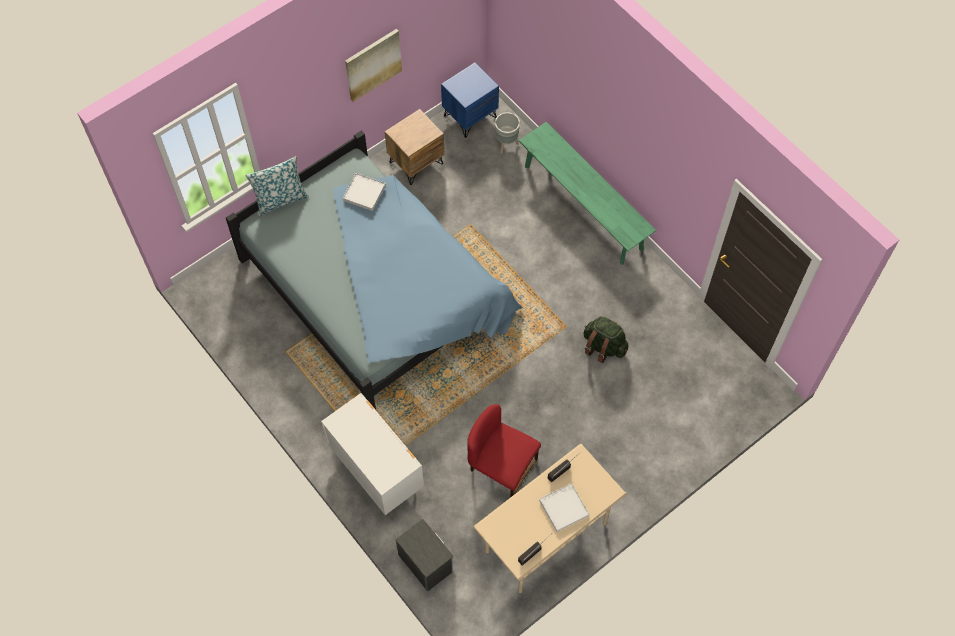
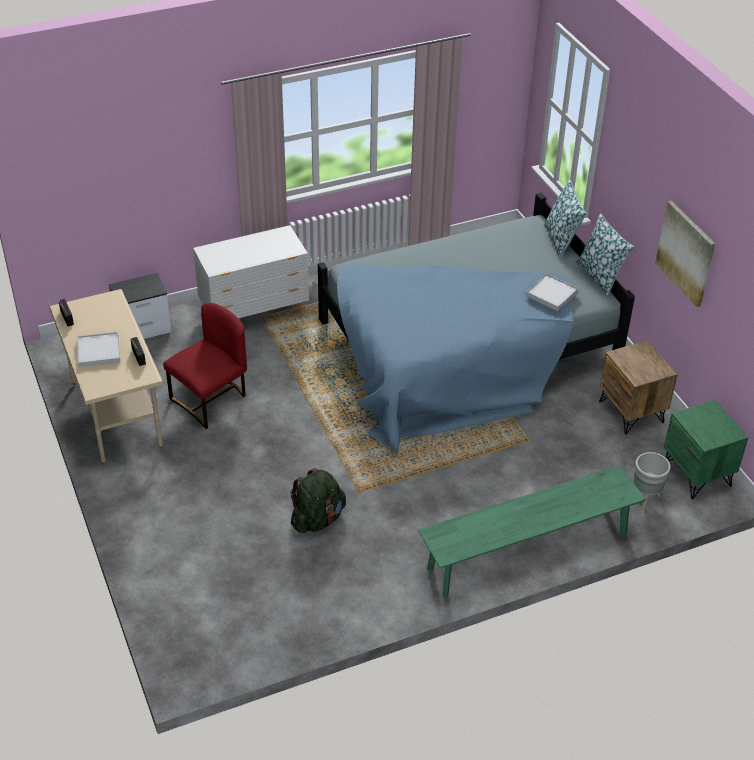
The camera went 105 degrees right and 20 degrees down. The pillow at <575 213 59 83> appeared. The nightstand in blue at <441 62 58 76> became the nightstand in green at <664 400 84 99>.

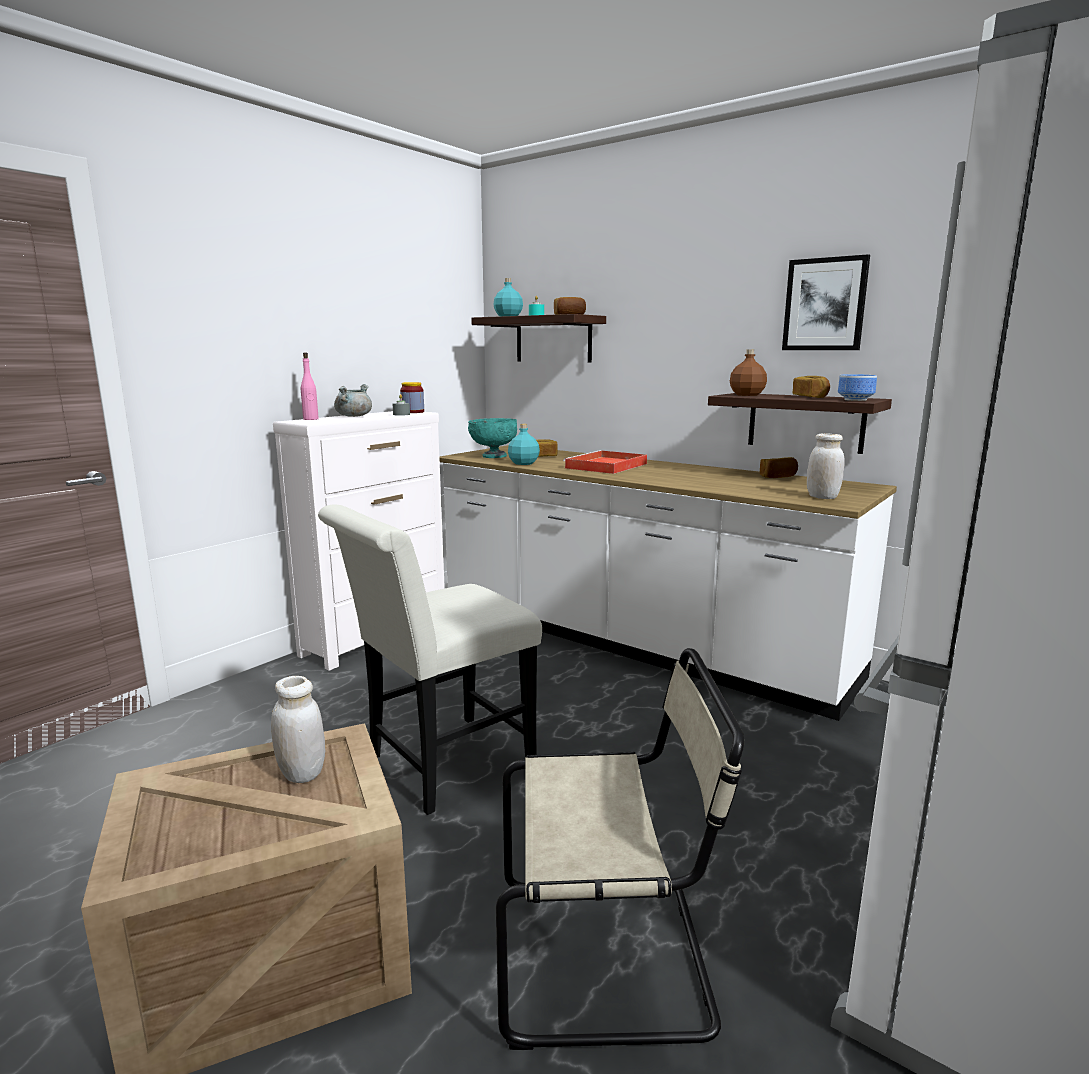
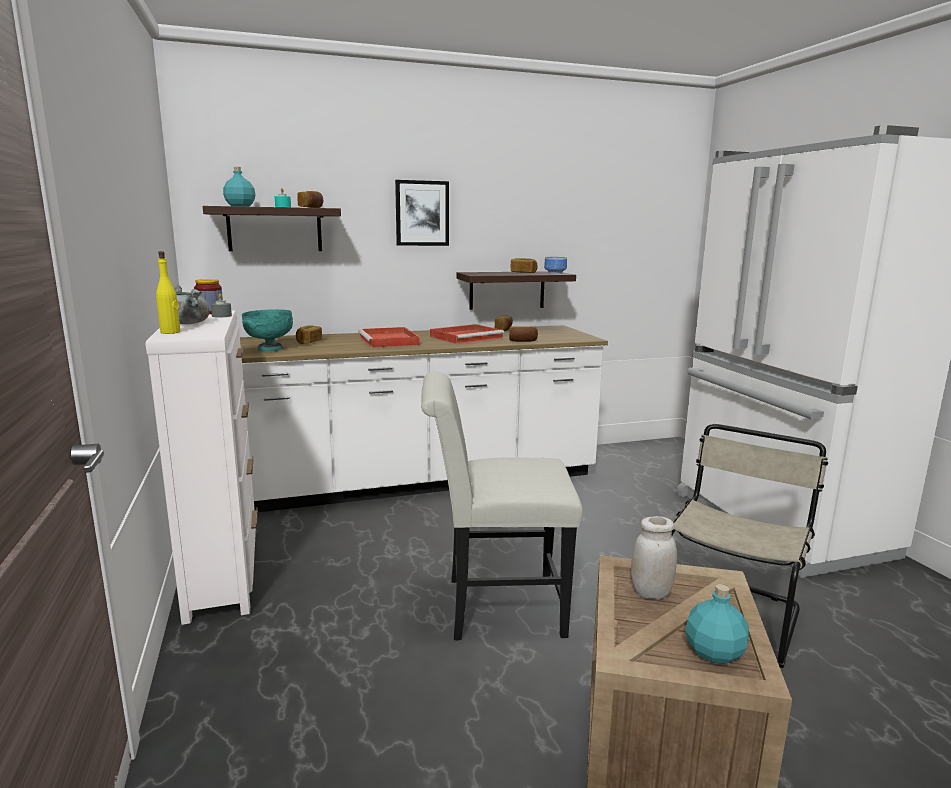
The camera went 55 degrees left and 0 degrees up. The bottle in pink at <301 353 18 67> became the bottle in yellow at <156 251 25 83>. The picture moved from <782 254 88 96> to <395 180 54 66>. The chair in white at <318 505 224 310> turned 90 degrees clockwise. The tray in red at <430 324 74 20> appeared. The bread at <509 326 29 16> appeared. The bottle in turquoise moved from <508 424 32 41> to <685 584 64 80>. The bottle in brown at <730 349 37 47> disappeared. The jar in white at <807 433 38 66> disappeared.

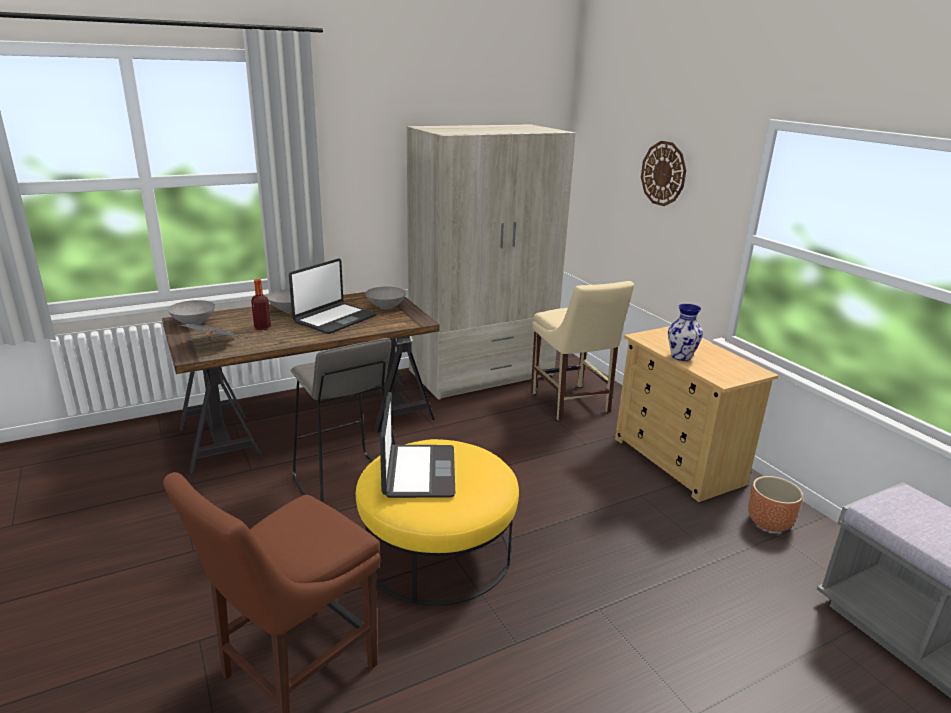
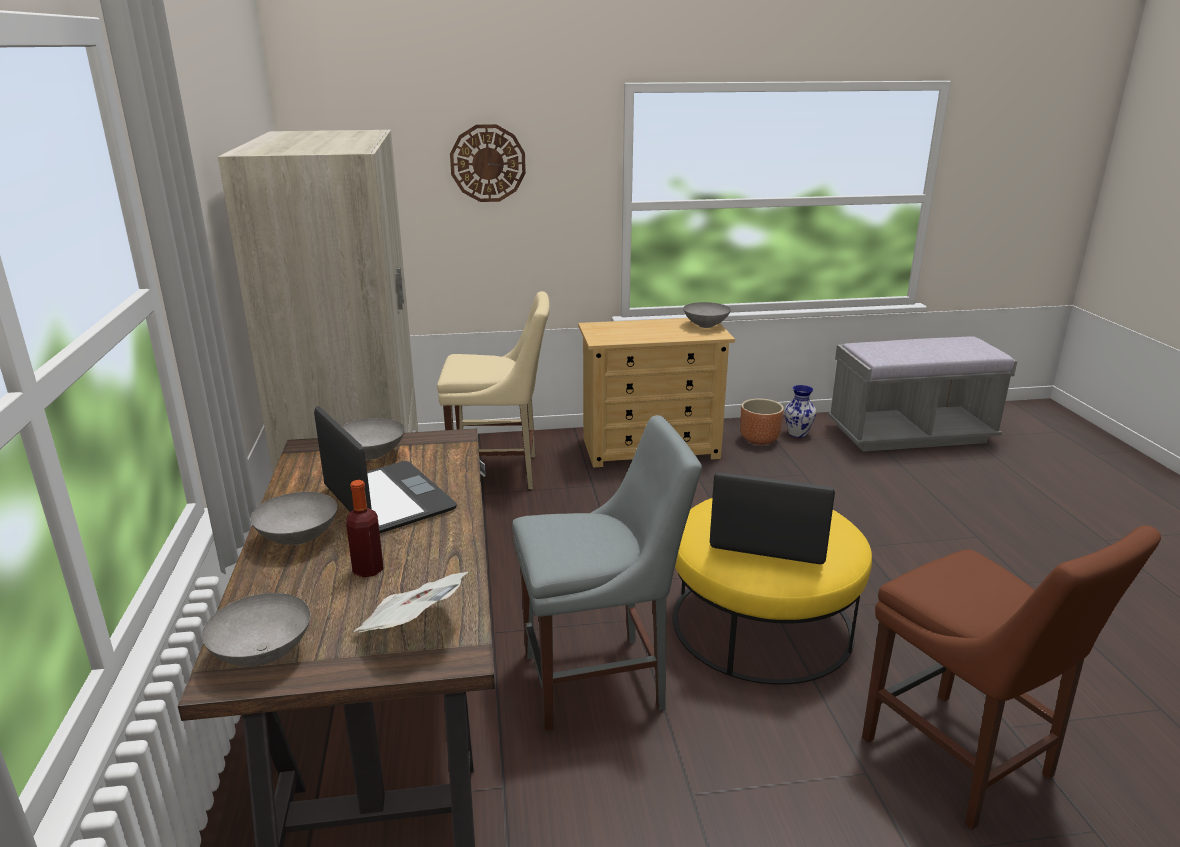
The camera went 70 degrees left and 0 degrees up. The stool in grey at <291 338 104 165> was replaced by the chair in grey at <512 415 190 316>. The bowl in grey at <683 302 48 26> appeared. The vase moved from <668 304 35 57> to <784 385 33 53>.

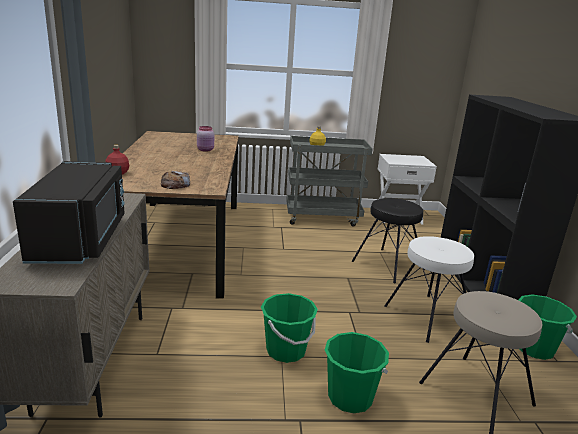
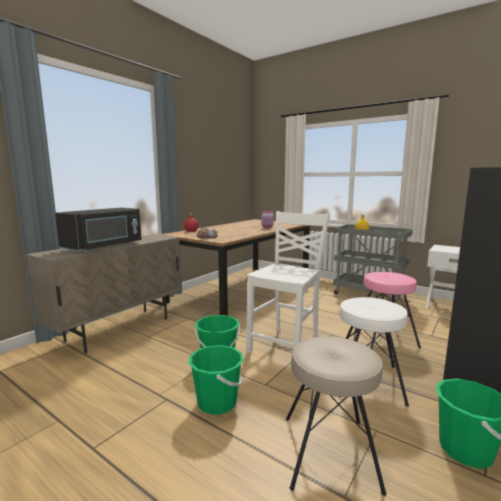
The camera went 40 degrees right and 10 degrees down. The chair in white at <246 211 84 143> appeared. The stool in black at <352 198 73 85> became the stool in pink at <363 272 58 77>.

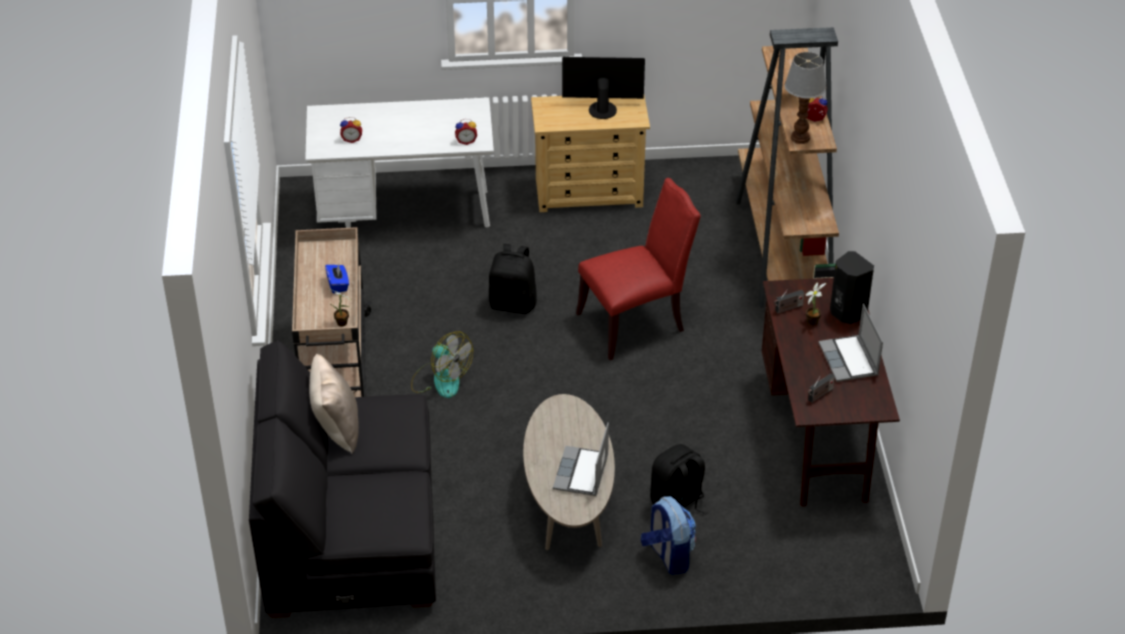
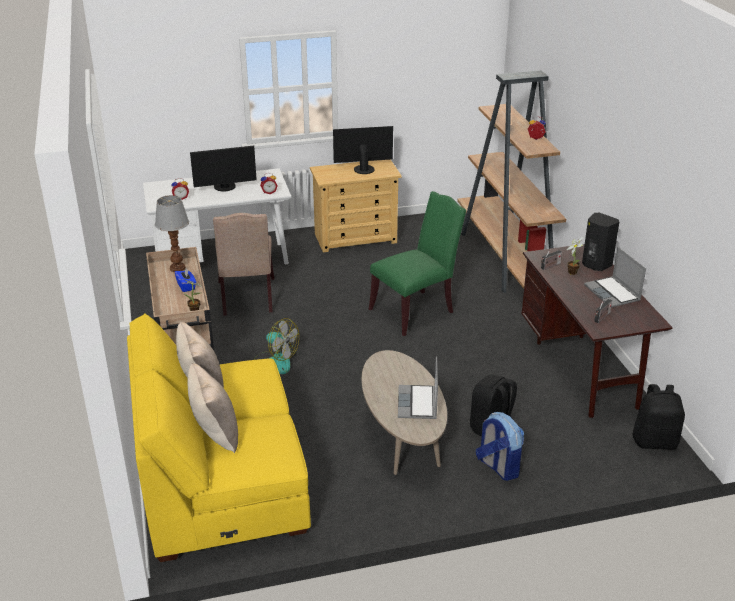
The camera went 10 degrees left and 10 degrees down. The sofa in black at <249 340 187 278> became the sofa in yellow at <127 313 184 249>. The table lamp moved from <785 52 42 92> to <155 195 34 78>. The pillow in beige at <188 363 50 90> appeared. The monitor at <190 146 67 45> appeared. The chair in beige at <213 213 62 103> appeared. The chair in red at <576 178 125 182> became the chair in green at <369 191 97 145>. The backpack in black moved from <489 244 48 70> to <633 384 52 65>.

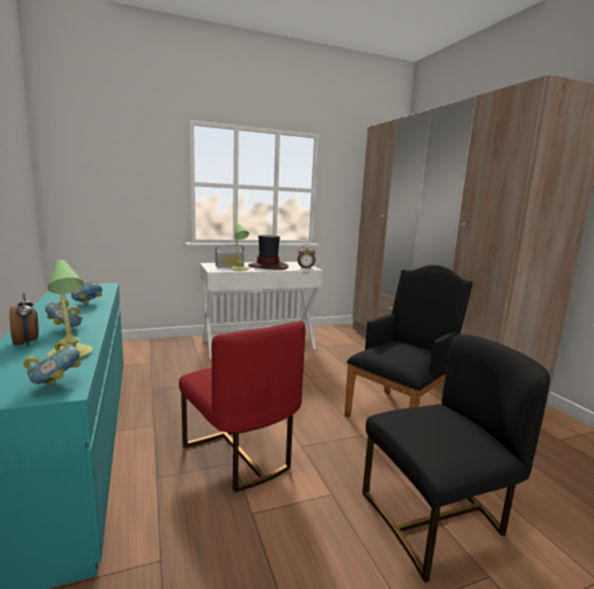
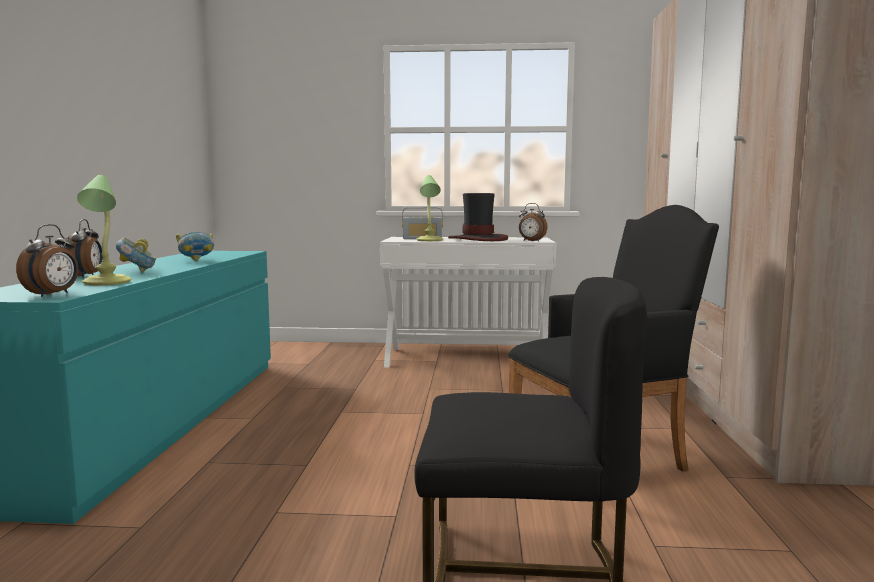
The camera went 25 degrees right and 5 degrees down. The bowl at <23 341 58 45> was replaced by the alarm clock at <16 224 62 73>. The chair in red at <179 321 126 171> disappeared.

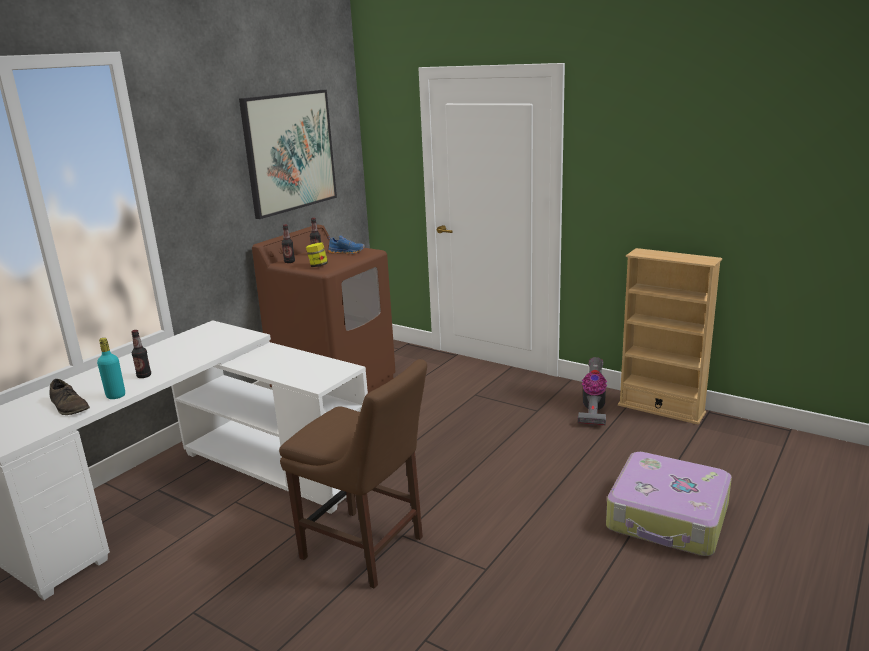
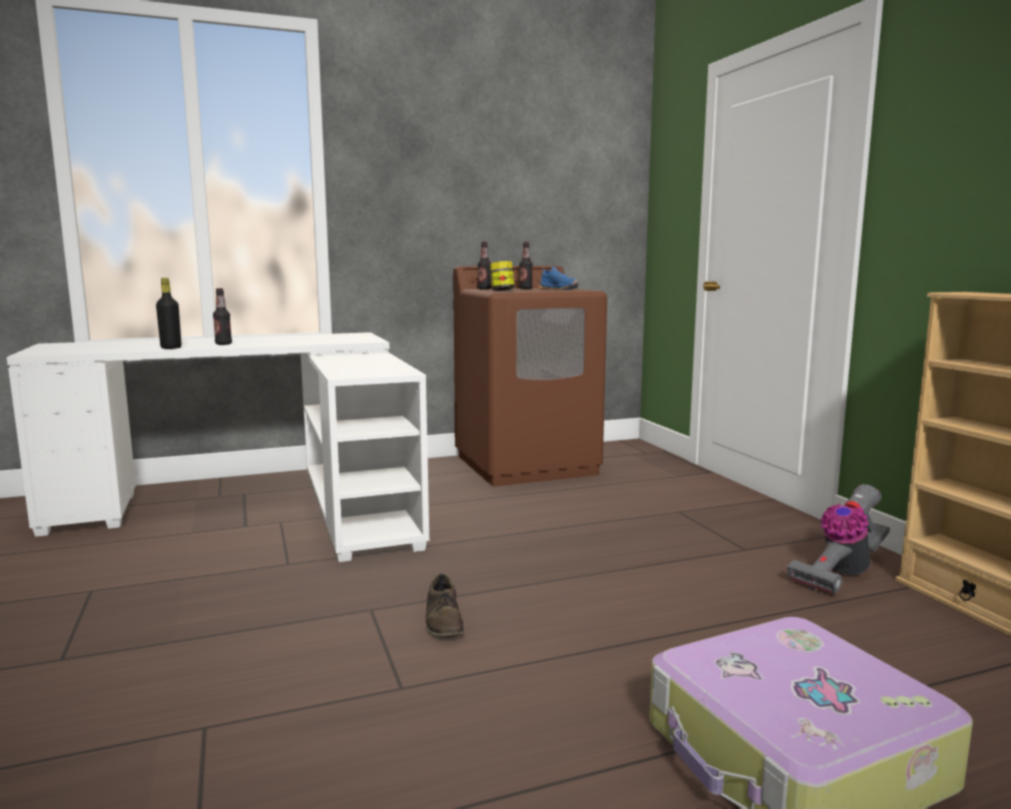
The camera went 35 degrees right and 10 degrees down. The bottle in turquoise at <97 338 28 61> became the bottle in black at <156 278 25 71>. The shoe in brown moved from <49 379 41 36> to <426 574 38 63>. The picture at <239 90 98 129> disappeared. The chair in brown at <279 359 148 230> disappeared.

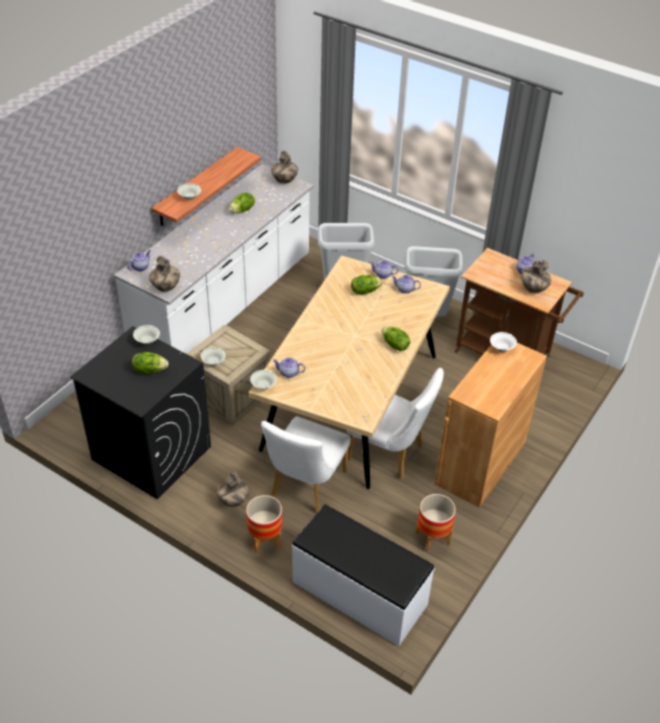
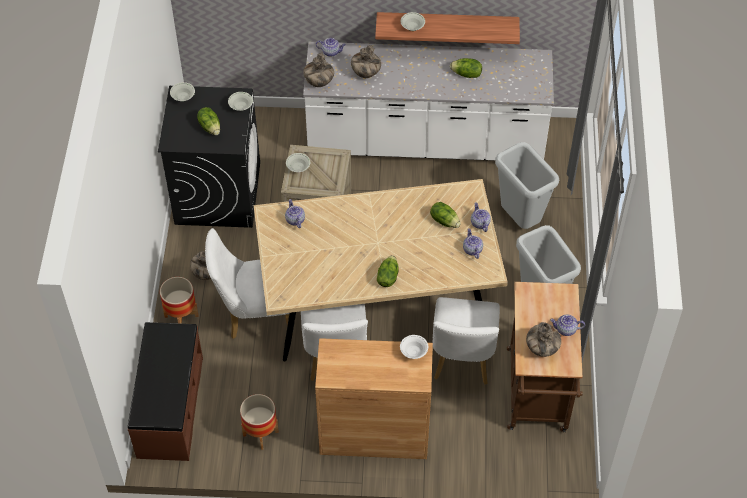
The camera went 60 degrees right and 10 degrees up. The bench in white at <292 504 143 142> became the bench in brown at <128 322 75 139>. The bowl in white moved from <250 370 27 20> to <170 82 25 19>. The vase moved from <271 150 27 34> to <351 45 30 33>. The chair in white at <432 297 68 88> appeared.

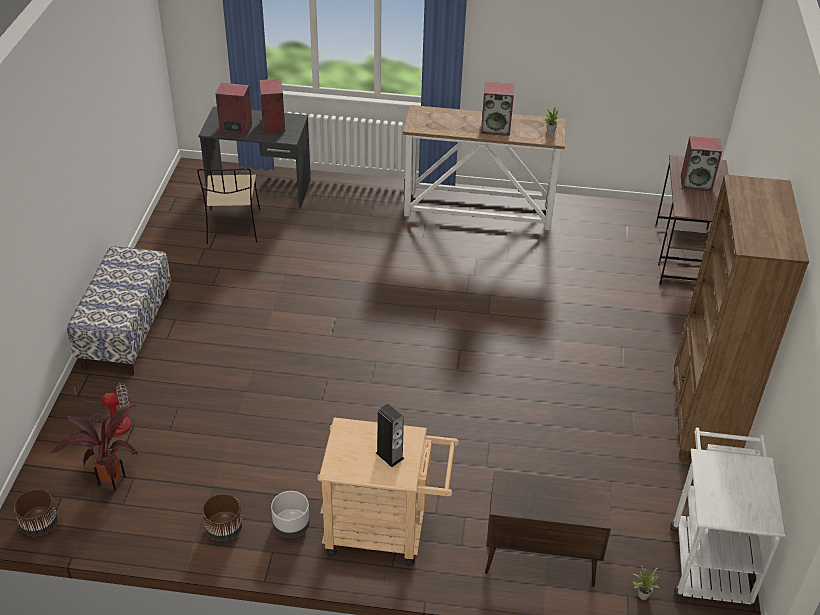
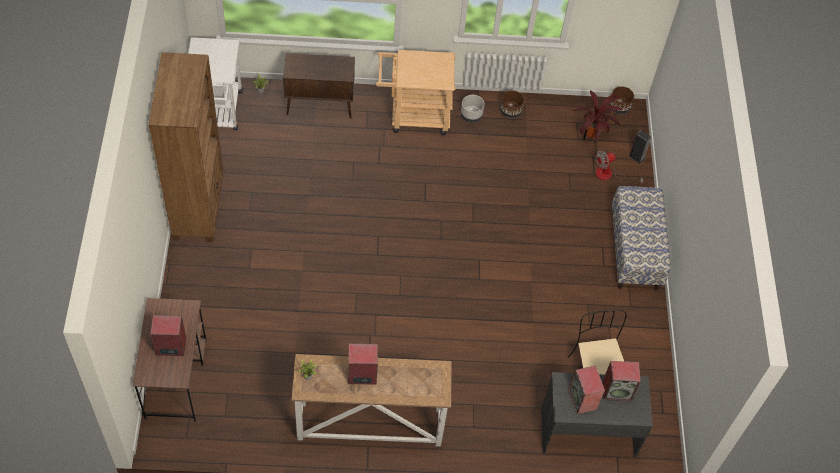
The camera went 170 degrees right and 15 degrees up. The speaker moved from <376 404 28 63> to <628 130 24 34>.

